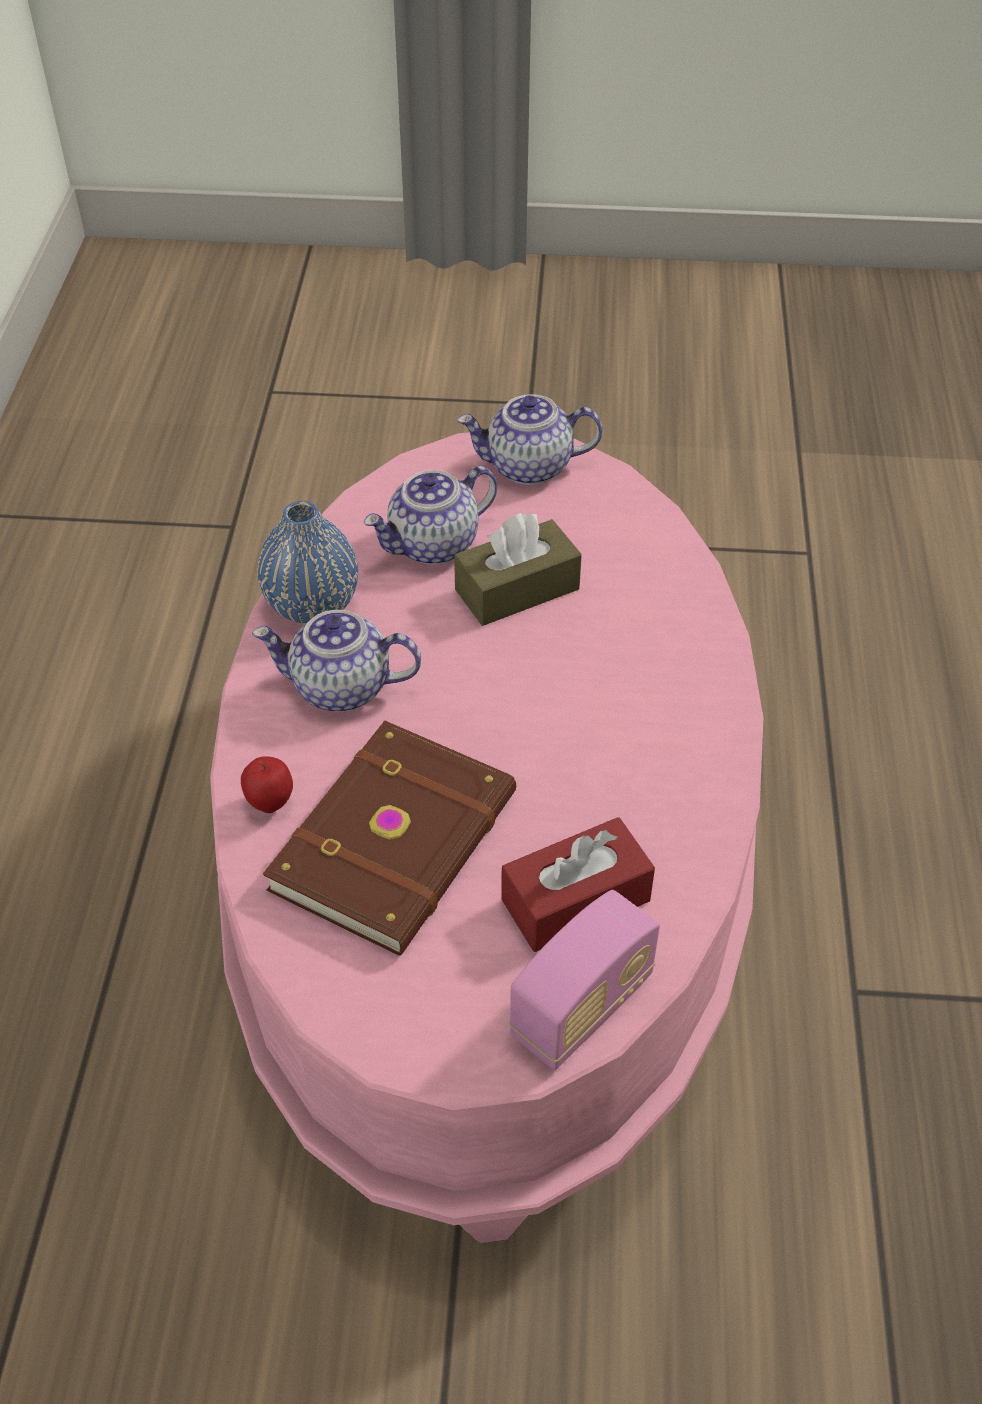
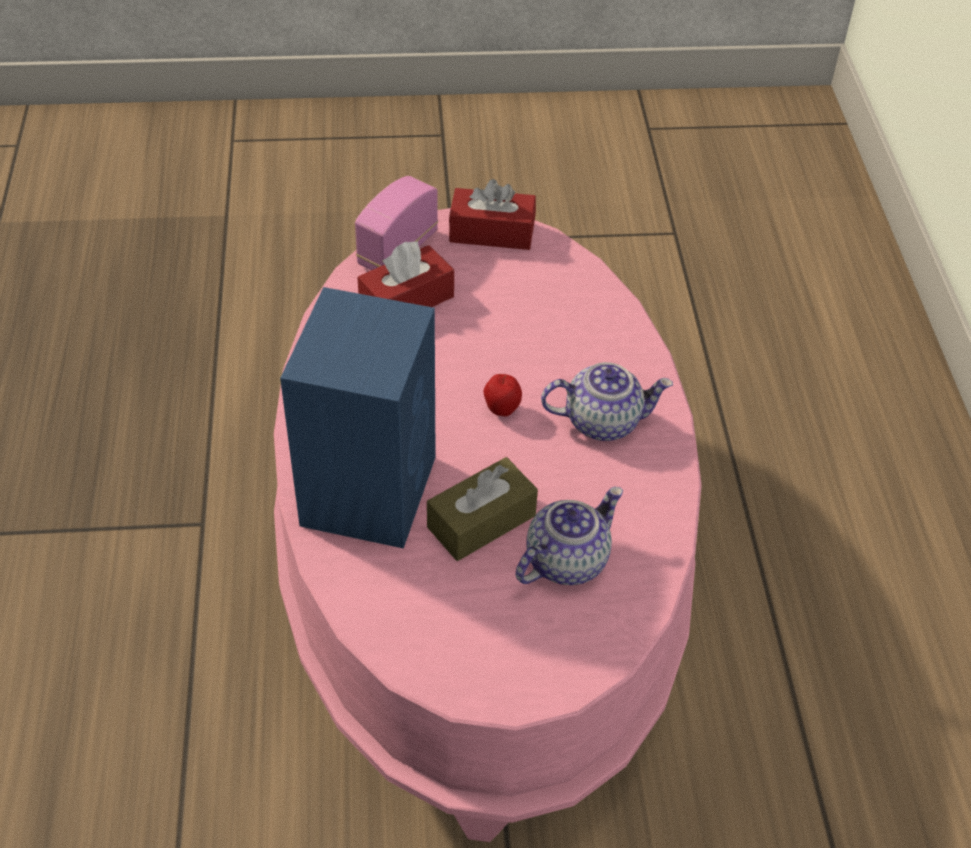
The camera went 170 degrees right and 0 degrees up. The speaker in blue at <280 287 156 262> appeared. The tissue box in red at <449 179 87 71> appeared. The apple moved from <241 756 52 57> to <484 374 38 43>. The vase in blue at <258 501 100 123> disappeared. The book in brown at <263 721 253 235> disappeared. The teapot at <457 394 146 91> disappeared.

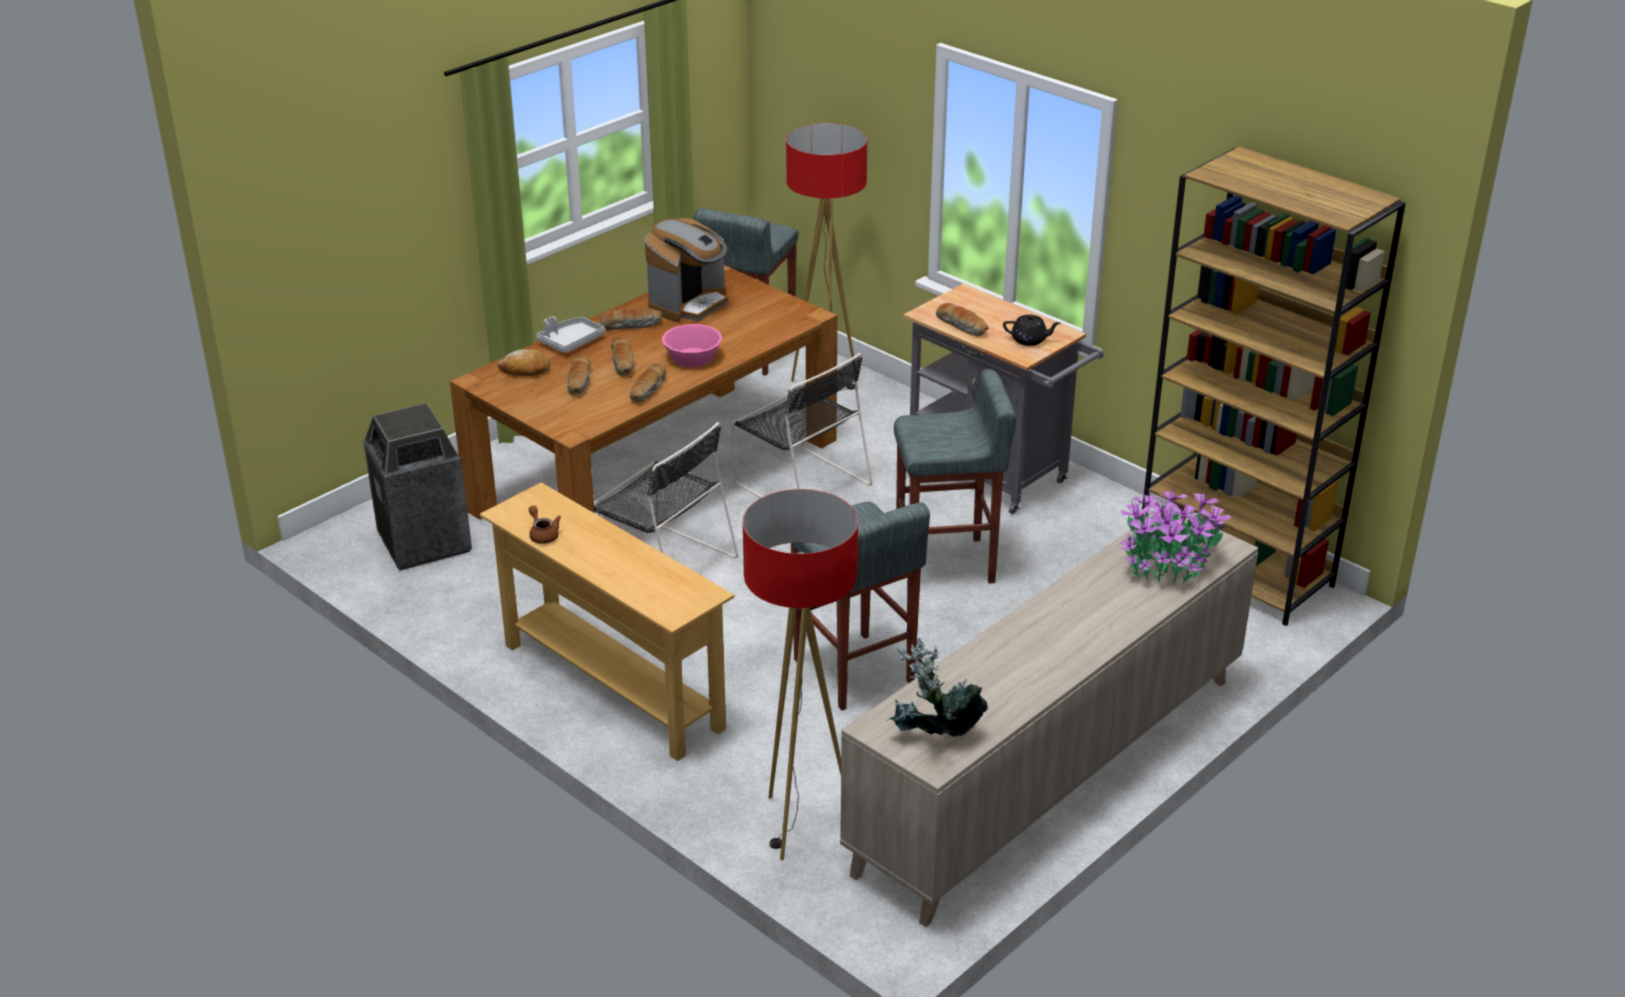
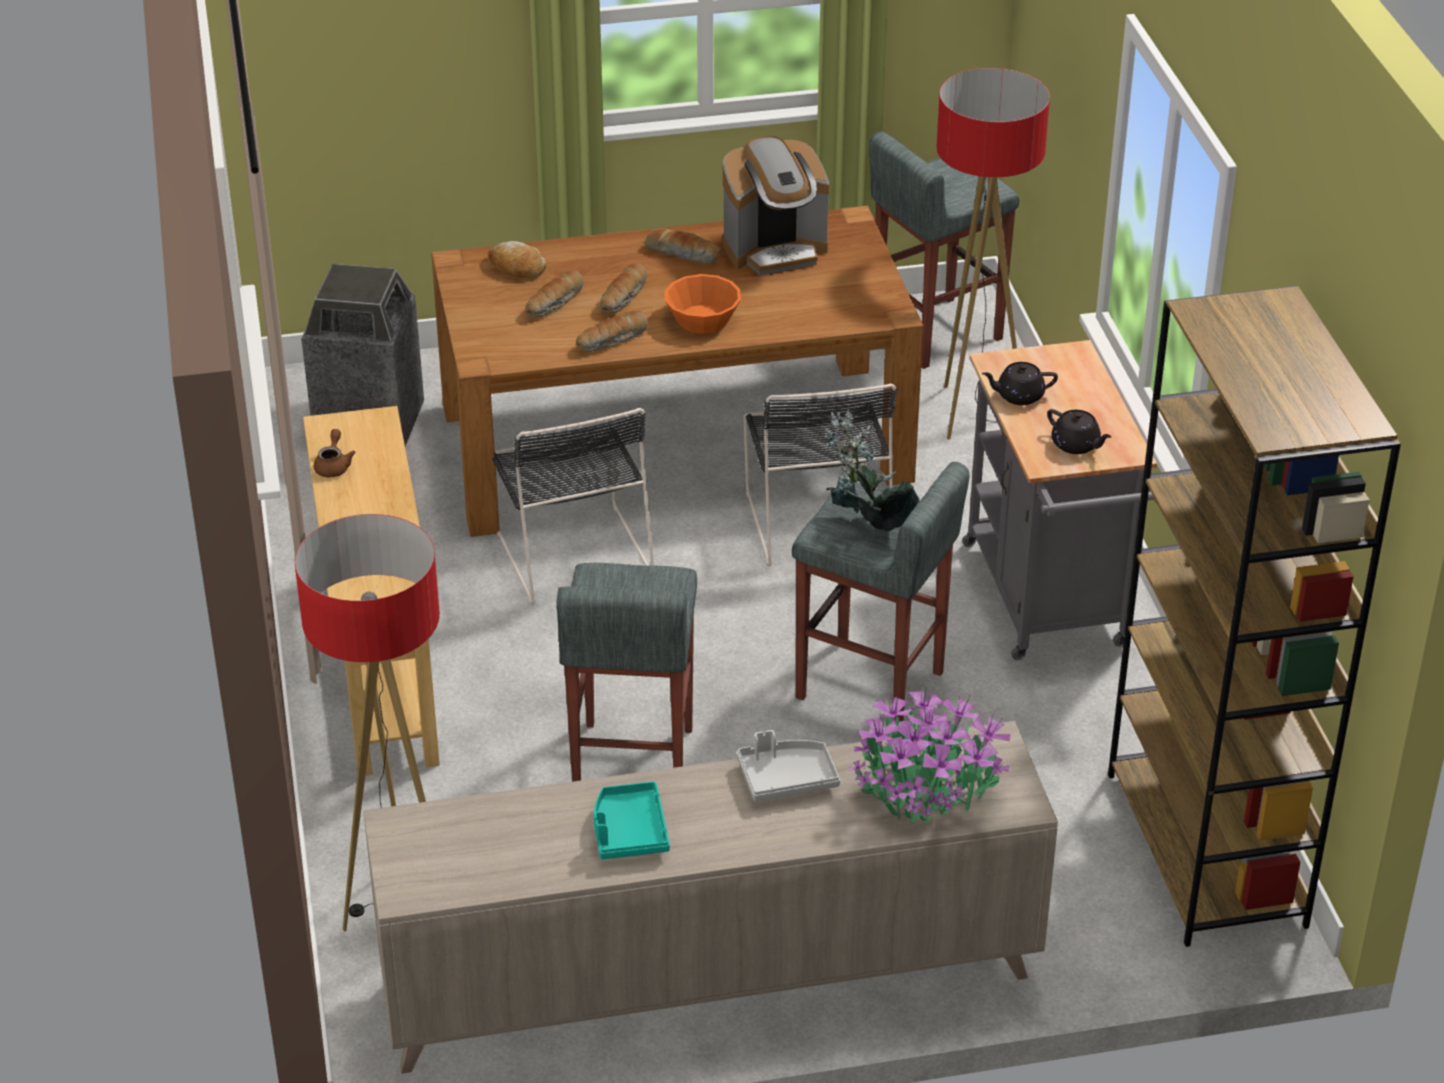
The camera went 35 degrees right and 5 degrees up. The tray in turquoise at <594 781 76 78> appeared. The bowl in pink at <662 324 61 44> became the bowl in orange at <664 274 77 60>. The tray in grey moved from <536 316 69 37> to <737 730 103 71>. The potted plant moved from <888 638 100 99> to <825 409 95 122>. The bread at <936 303 53 33> was replaced by the teapot in black at <982 362 76 43>.

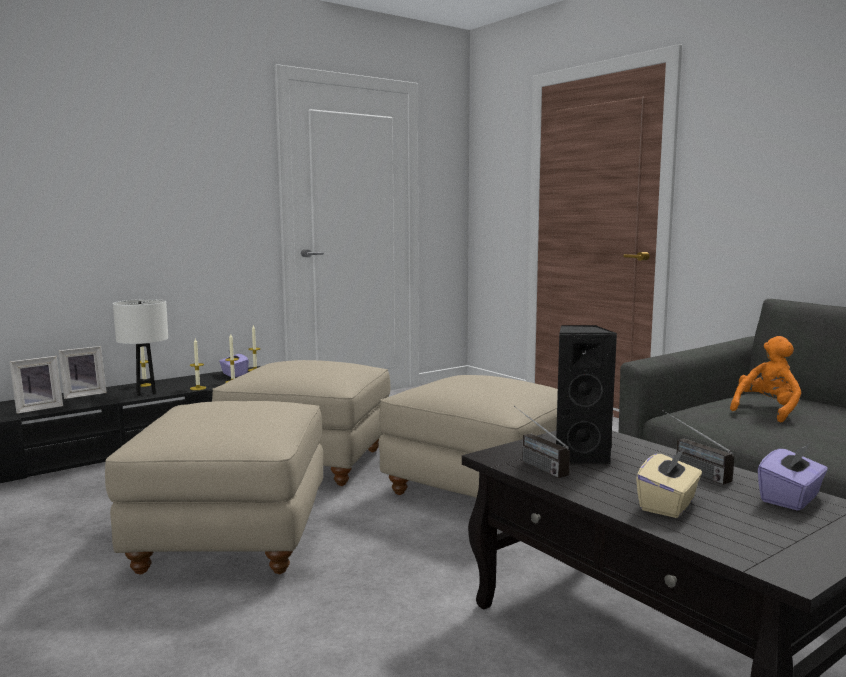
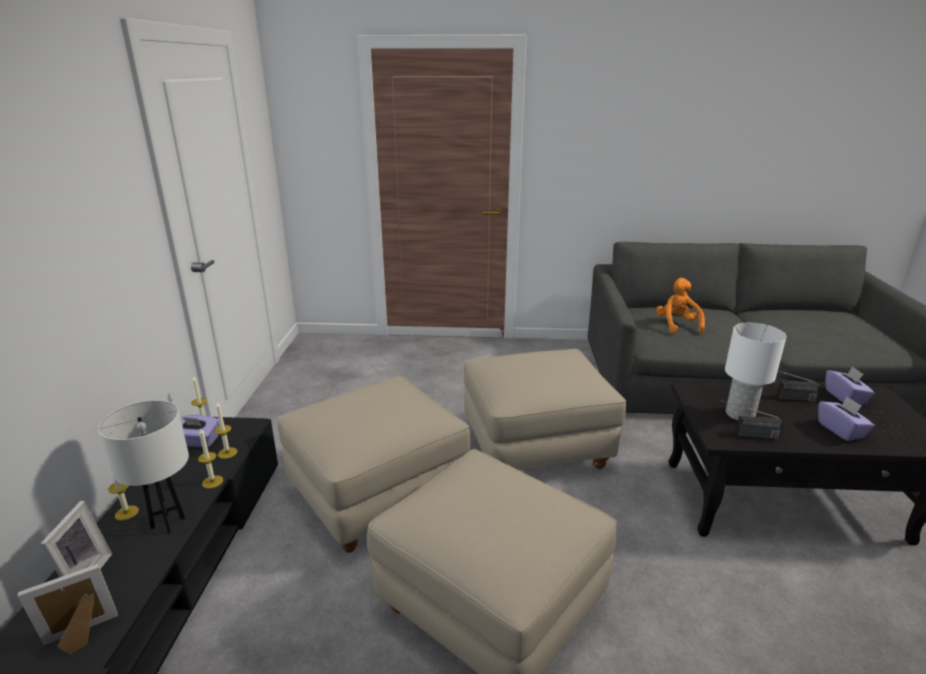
The camera went 50 degrees left and 15 degrees up. The picture frame at <9 356 54 58> turned 120 degrees counterclockwise. The speaker in black at <556 325 61 139> was replaced by the table lamp in white at <725 323 61 97>. The tissue box in beige at <636 448 66 70> became the tissue box in purple at <818 397 56 44>.

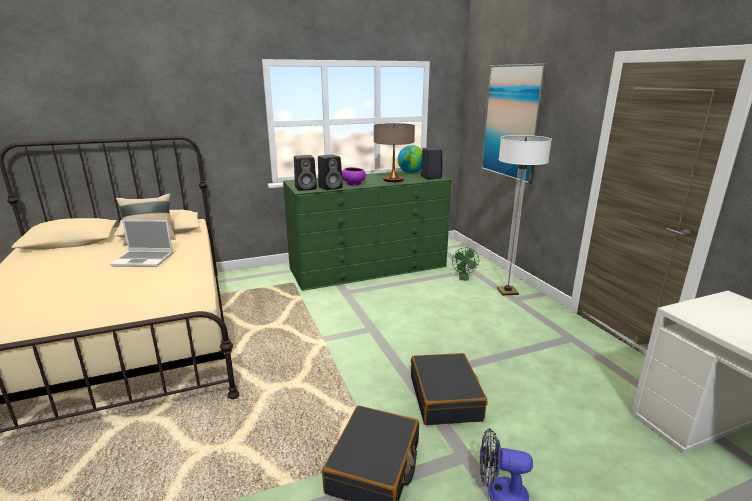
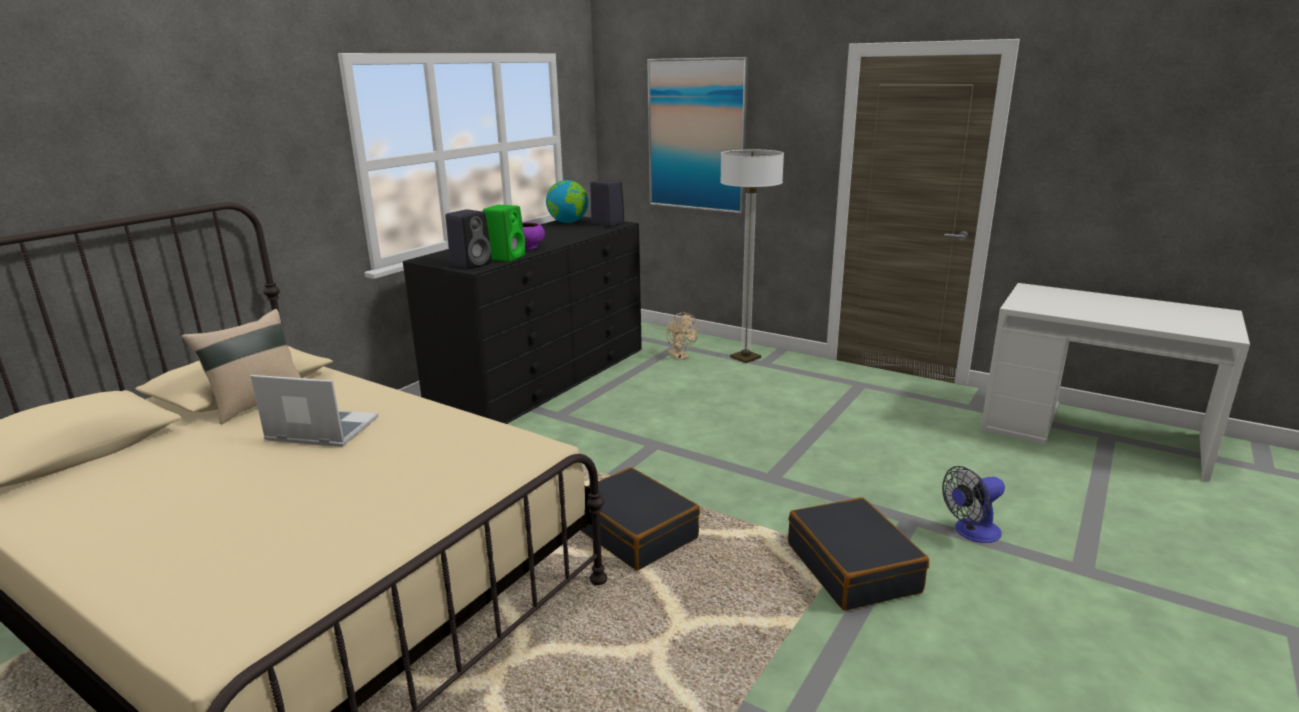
The camera went 35 degrees left and 0 degrees up. The laptop at <110 220 63 47> turned 135 degrees counterclockwise. The dresser in green at <283 170 169 121> became the dresser in black at <403 216 239 208>. The speaker in black at <318 154 24 36> became the speaker in green at <483 205 42 57>. The suitcase in black moved from <411 353 76 72> to <580 467 120 103>. The fan in green at <452 247 27 34> became the fan in beige at <666 313 33 47>. The table lamp at <374 123 41 59> disappeared.

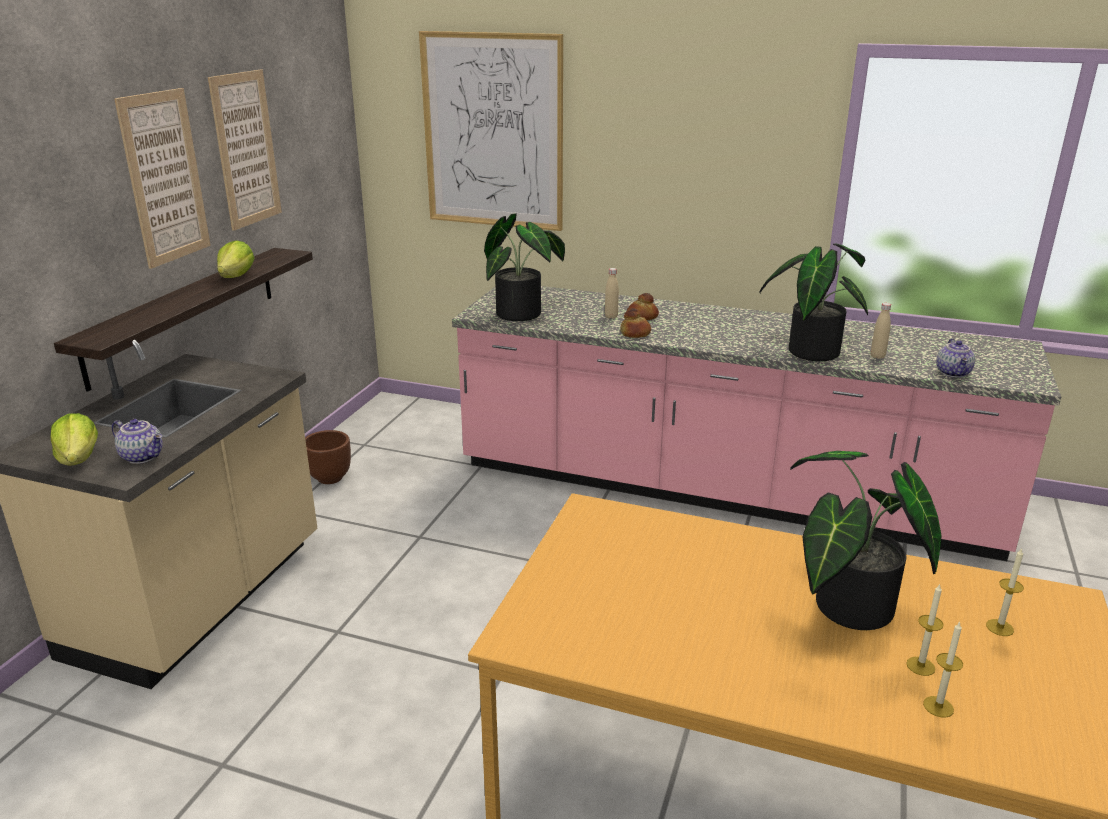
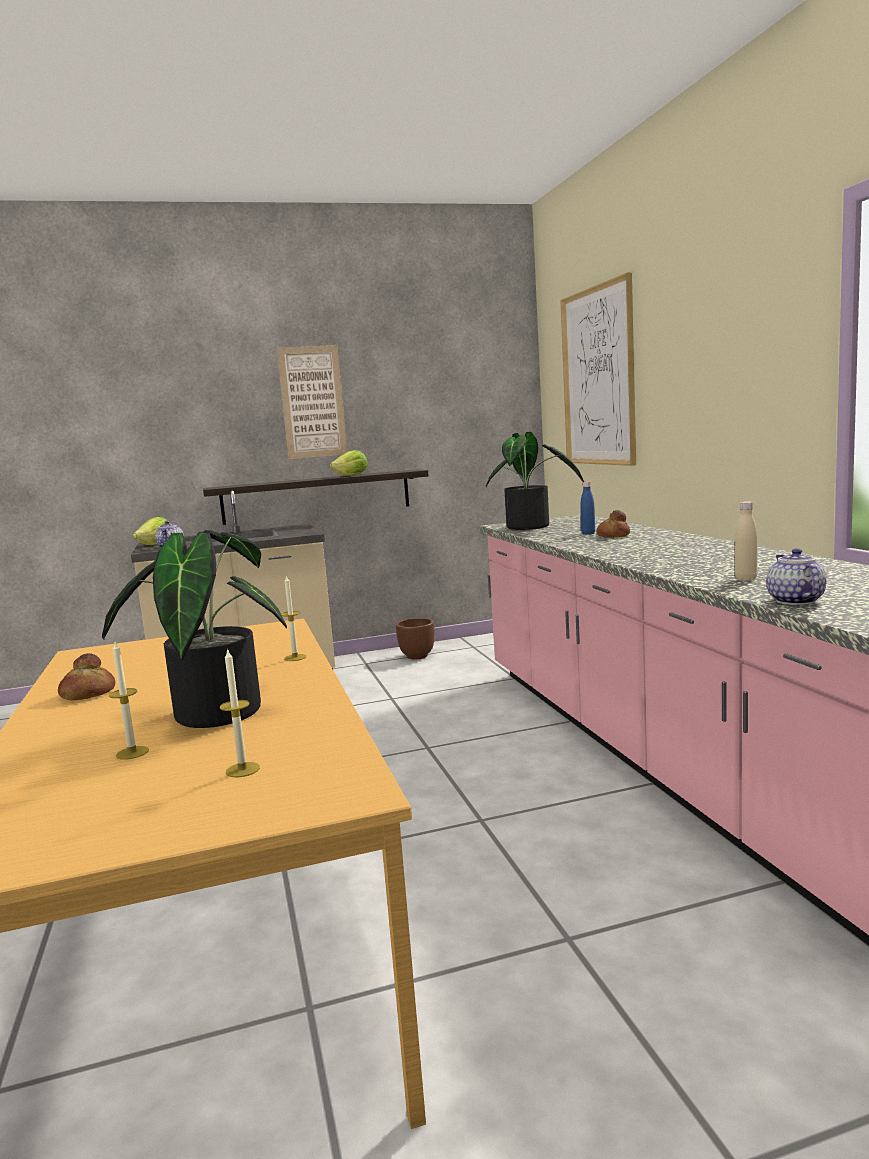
The camera went 55 degrees right and 15 degrees down. The bread moved from <620 308 31 30> to <58 653 58 47>. The candle moved from <923 622 40 96> to <281 576 26 85>. The bottle in beige at <605 268 14 51> became the bottle in blue at <580 482 15 53>. The teapot at <936 338 39 40> turned 120 degrees clockwise. The picture at <208 70 74 161> disappeared. The potted plant at <759 244 109 117> disappeared.

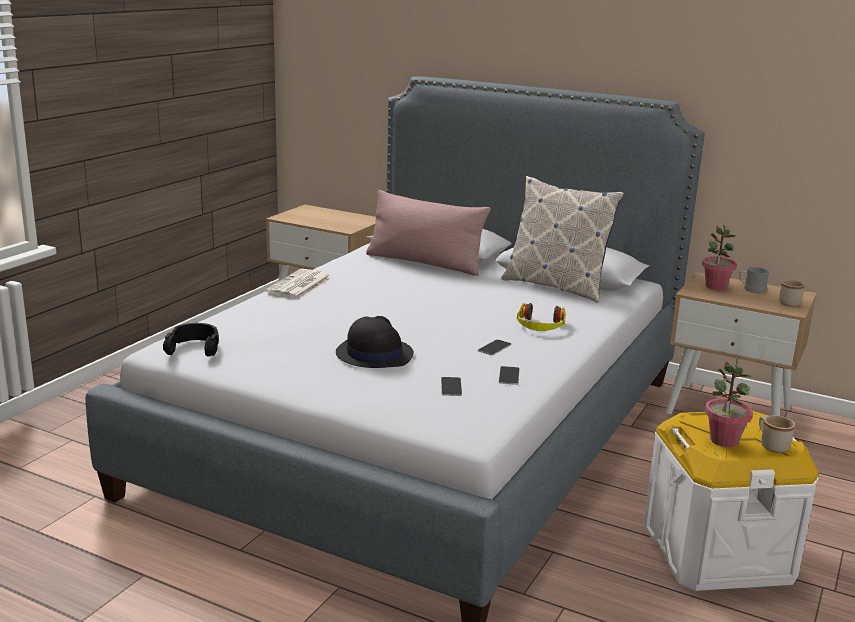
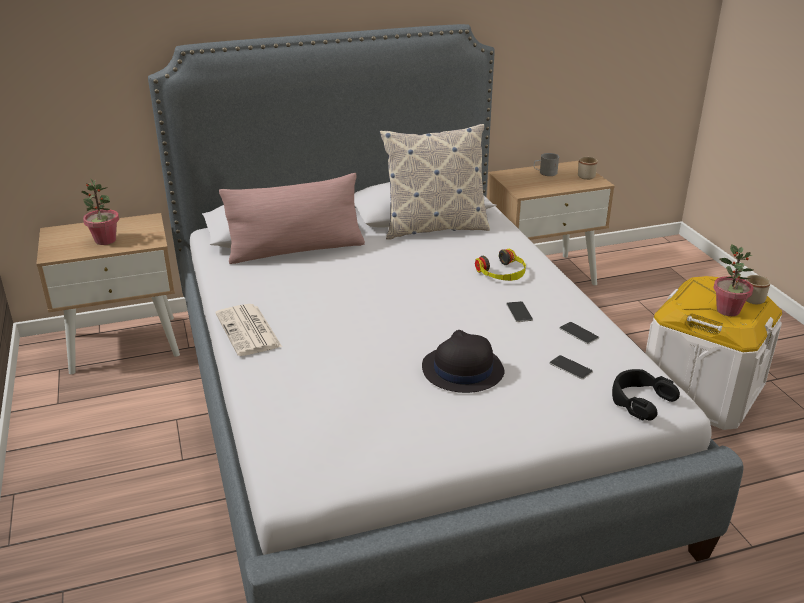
The camera went 45 degrees left and 10 degrees up. The potted plant moved from <702 224 35 66> to <81 178 38 67>. The headphones in black moved from <163 323 56 33> to <612 369 68 51>.

